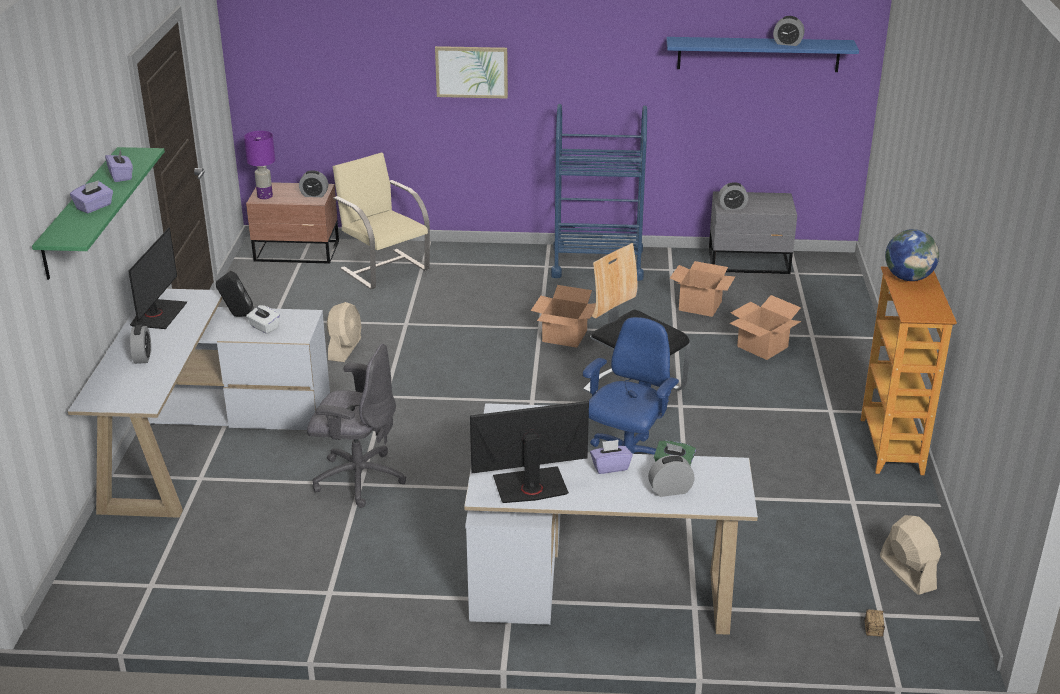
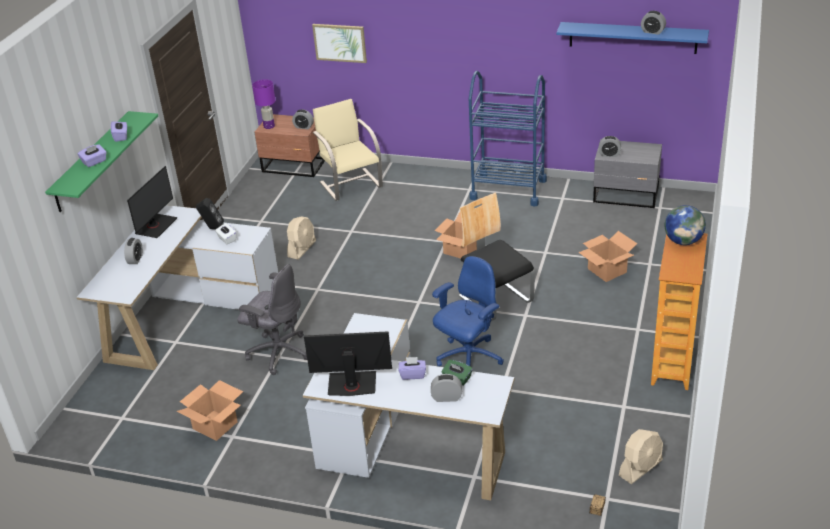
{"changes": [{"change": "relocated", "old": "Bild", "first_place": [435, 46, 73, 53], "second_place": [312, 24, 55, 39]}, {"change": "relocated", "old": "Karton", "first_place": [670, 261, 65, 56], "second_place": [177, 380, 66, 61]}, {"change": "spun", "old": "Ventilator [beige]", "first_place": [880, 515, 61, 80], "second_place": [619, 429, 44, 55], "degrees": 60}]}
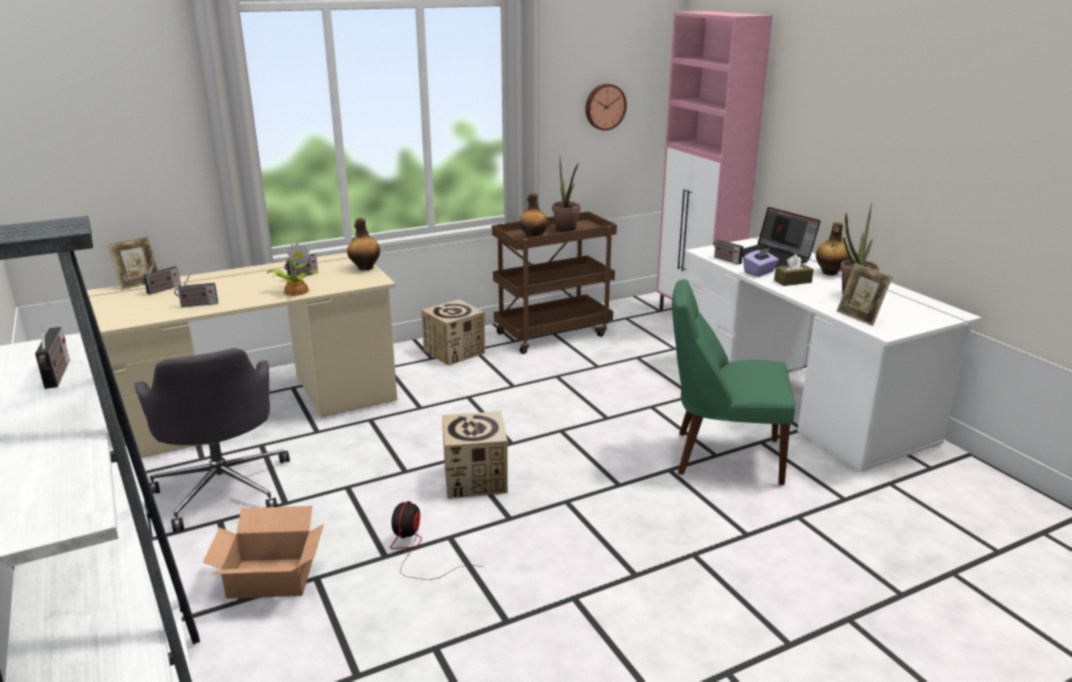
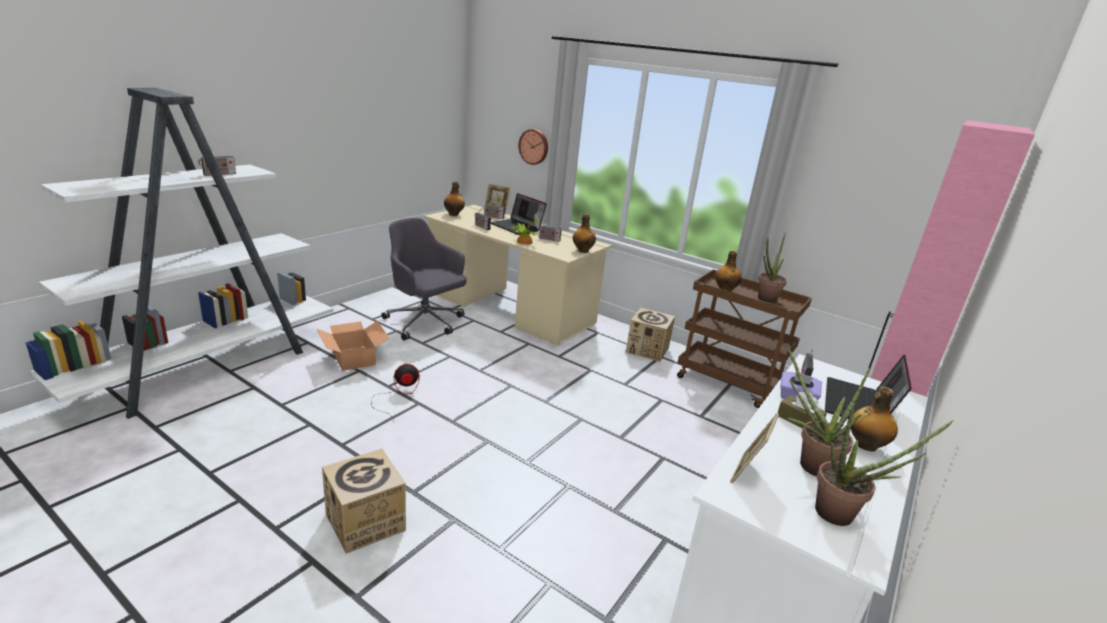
{"changes": [{"change": "missing", "old": "Stuhl [grün]", "first_place": [672, 279, 123, 206]}, {"change": "appeared", "new": "Flasche", "second_place": [444, 182, 21, 34]}, {"change": "appeared", "new": "Laptop", "second_place": [491, 193, 56, 42]}, {"change": "appeared", "new": "Topfpflanze", "second_place": [815, 403, 138, 123]}, {"change": "relocated", "old": "Karton", "first_place": [442, 411, 66, 88], "second_place": [322, 449, 84, 105]}, {"change": "relocated", "old": "Wanduhr", "first_place": [585, 84, 42, 47], "second_place": [518, 129, 30, 36]}, {"change": "spun", "old": "Bürostuhl [grau]", "first_place": [135, 348, 155, 184], "second_place": [381, 218, 86, 123], "degrees": 90}]}
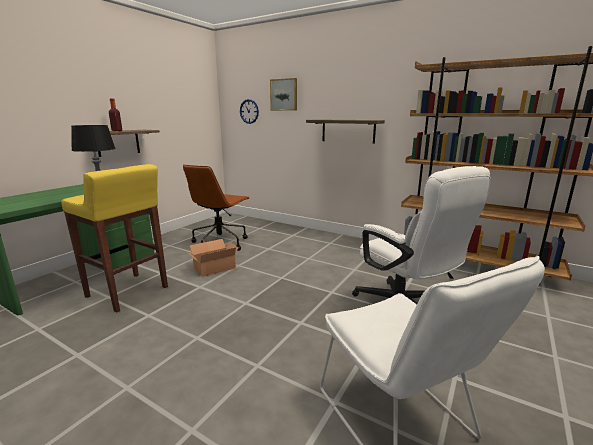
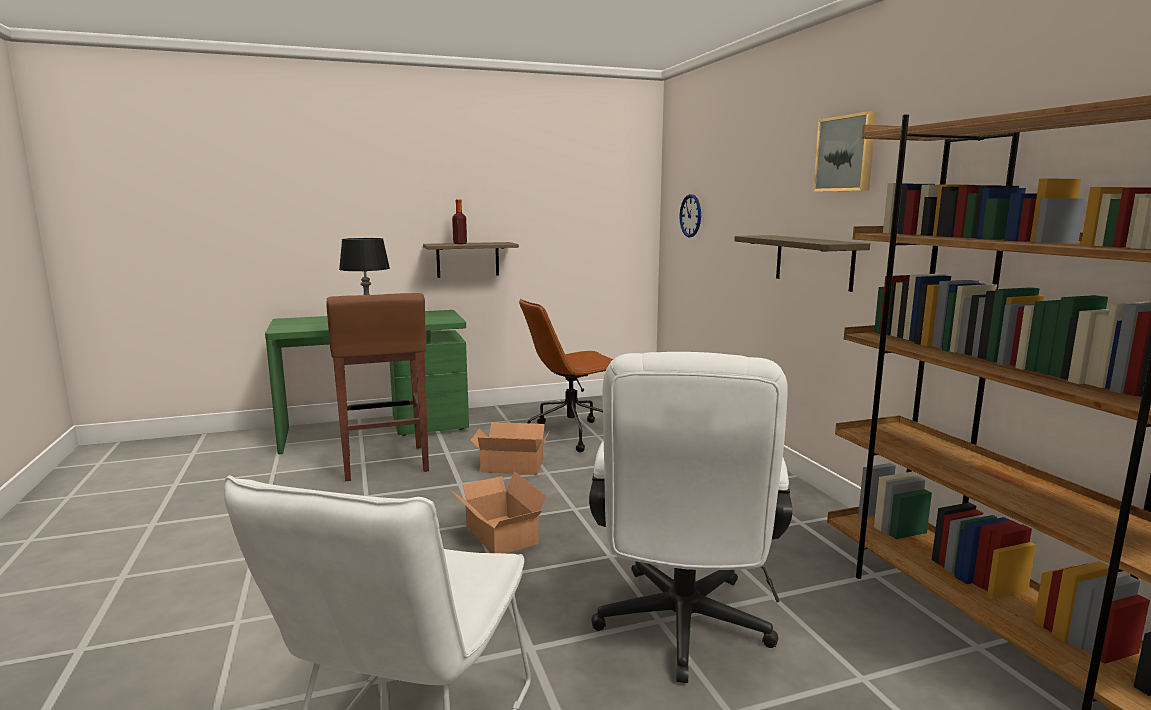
{"changes": [{"change": "appeared", "new": "Karton", "second_place": [452, 471, 94, 83]}, {"change": "relocated", "old": "Bild", "first_place": [270, 78, 27, 33], "second_place": [813, 111, 63, 81]}, {"change": "colour", "old": "Hocker [gelb]", "new": "Hocker [braun]", "first_place": [61, 164, 107, 149], "second_place": [326, 293, 103, 188]}]}
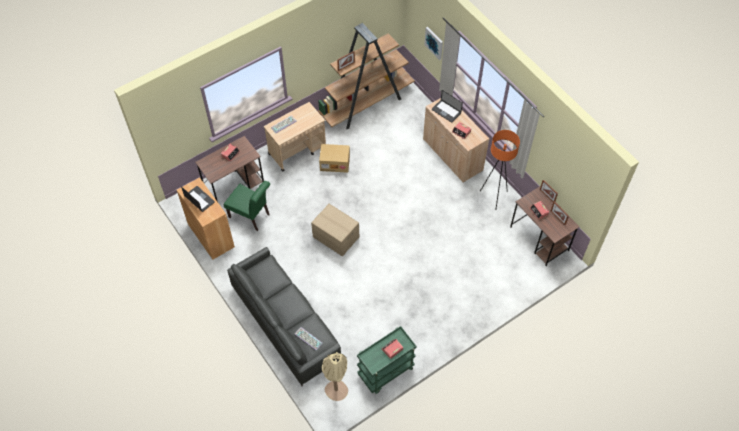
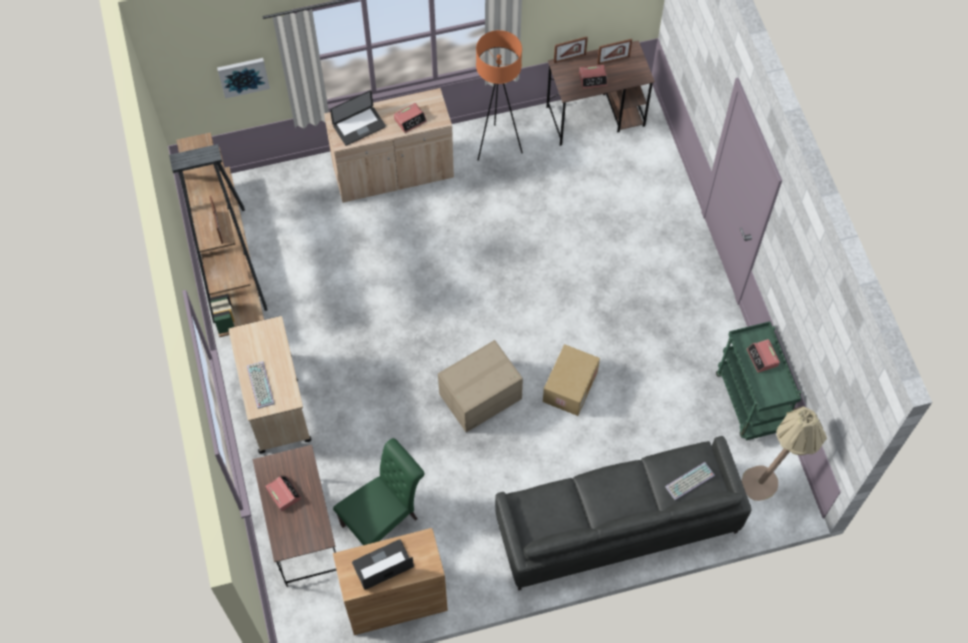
{"changes": [{"change": "relocated", "old": "Karton", "first_place": [319, 144, 31, 29], "second_place": [543, 344, 57, 72]}]}
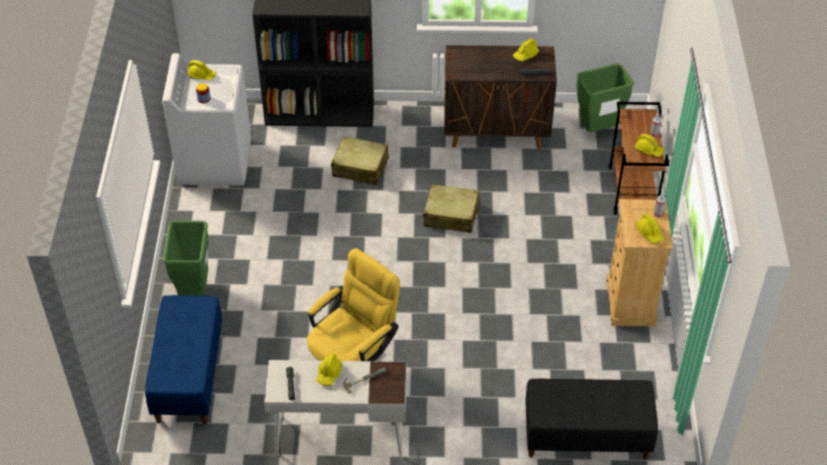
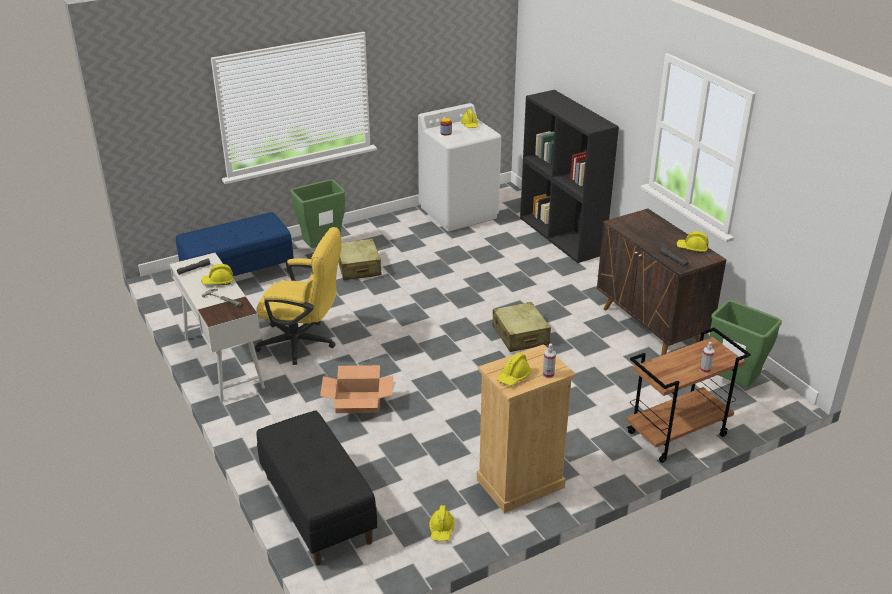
{"changes": [{"change": "appeared", "new": "Karton", "second_place": [320, 365, 73, 48]}, {"change": "relocated", "old": "Koffer [beige]", "first_place": [331, 136, 58, 49], "second_place": [338, 238, 44, 42]}, {"change": "relocated", "old": "Schutzhelm [gelb]", "first_place": [635, 134, 29, 23], "second_place": [429, 505, 26, 37]}]}
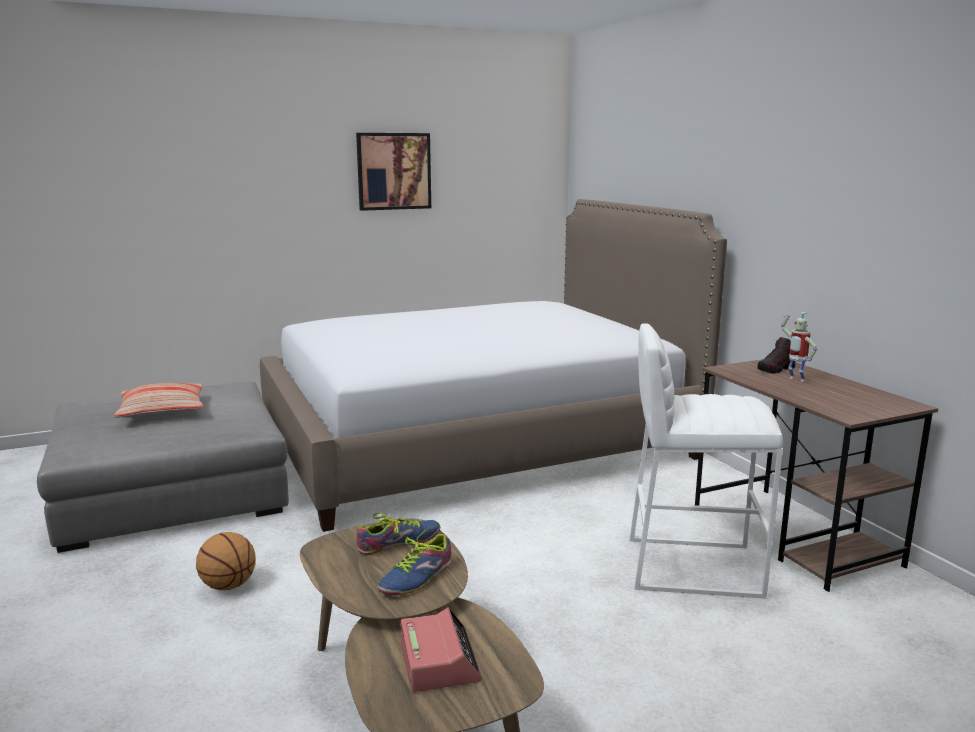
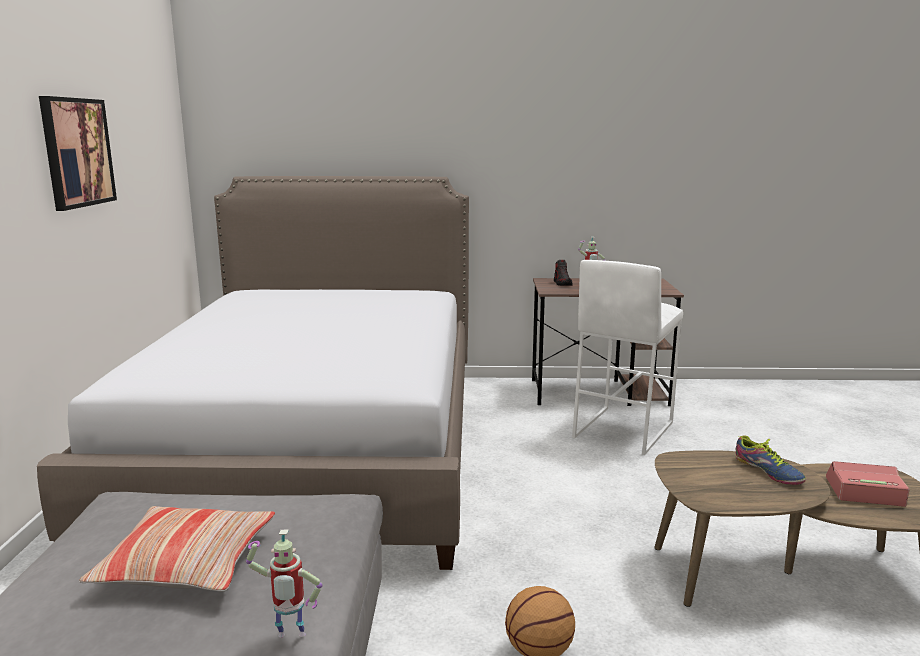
{"changes": [{"change": "missing", "old": "Schuh", "first_place": [356, 512, 84, 43]}, {"change": "appeared", "new": "Spielzeugroboter", "second_place": [246, 530, 76, 107]}]}
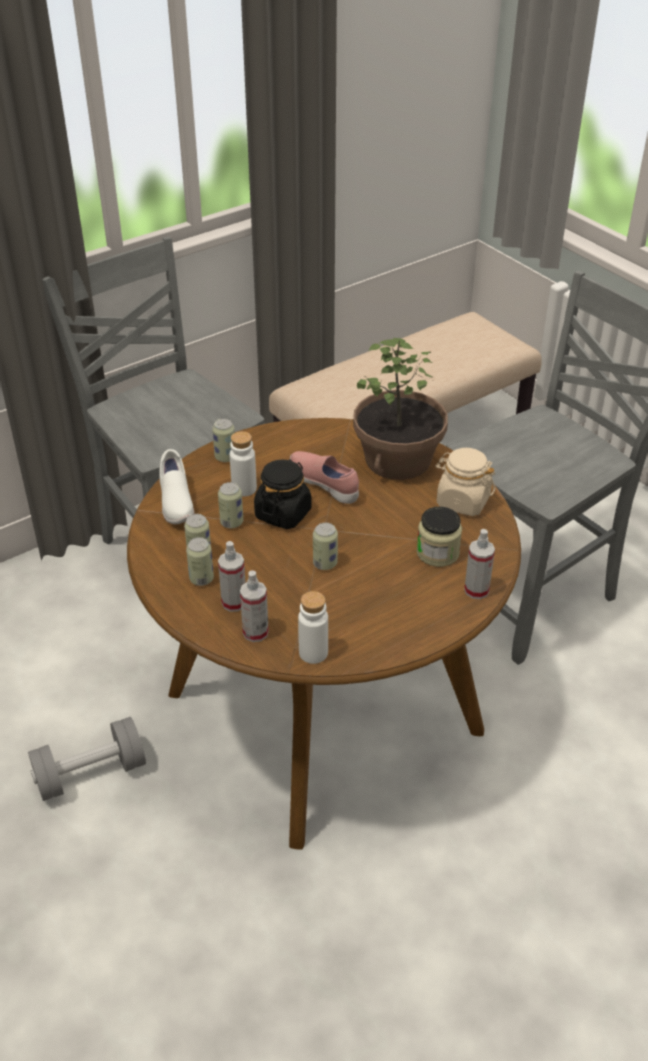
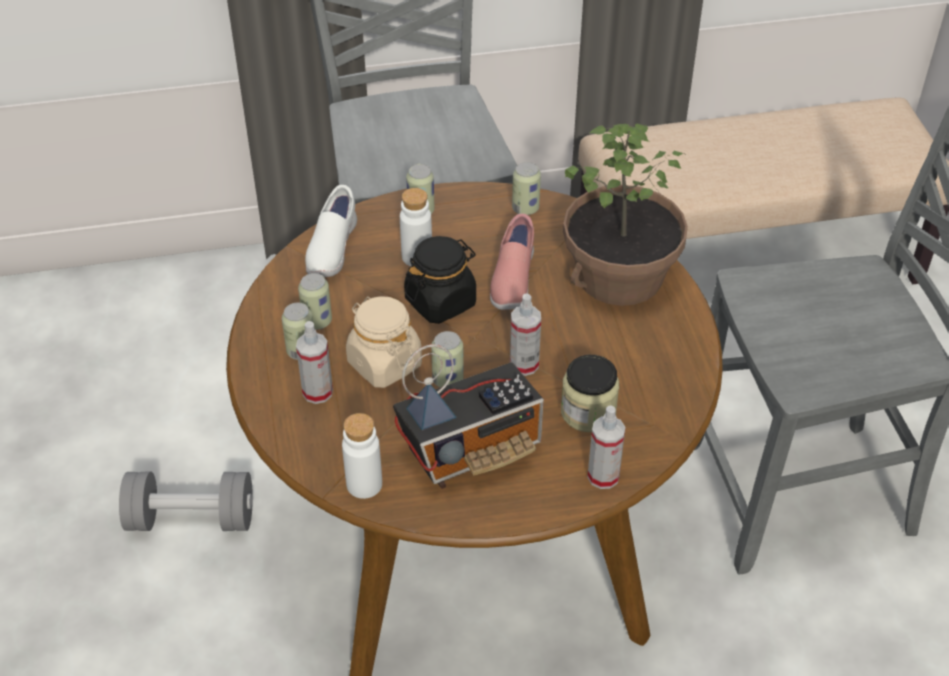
{"changes": [{"change": "appeared", "new": "Radio", "second_place": [393, 344, 151, 145]}, {"change": "relocated", "old": "Dose", "first_place": [218, 482, 25, 46], "second_place": [512, 162, 29, 53]}, {"change": "relocated", "old": "Sprühflasche", "first_place": [240, 571, 29, 71], "second_place": [510, 293, 31, 83]}, {"change": "relocated", "old": "Vorratsglas [beige]", "first_place": [436, 448, 59, 68], "second_place": [346, 296, 76, 92]}, {"change": "spun", "old": "Schuh [rosa]", "first_place": [290, 451, 69, 53], "second_place": [490, 214, 44, 96], "degrees": -150}]}
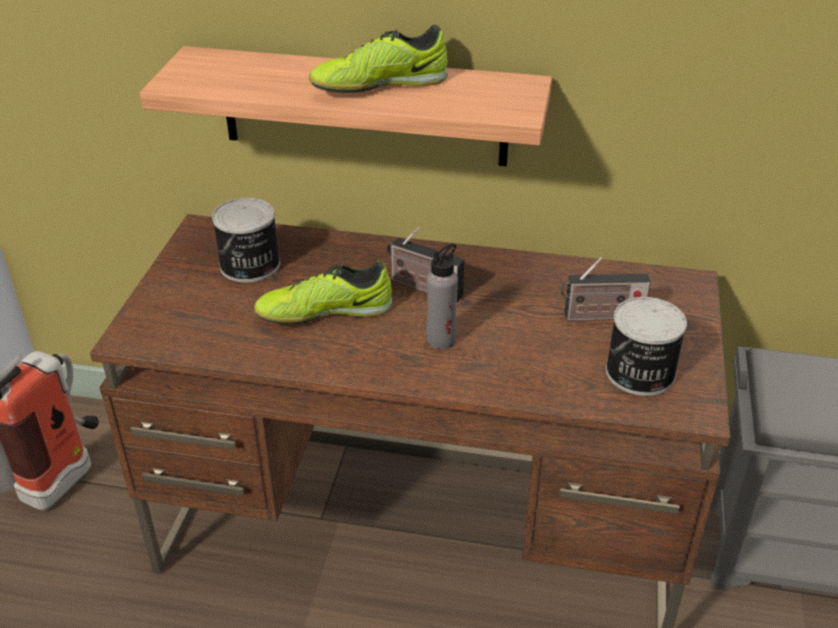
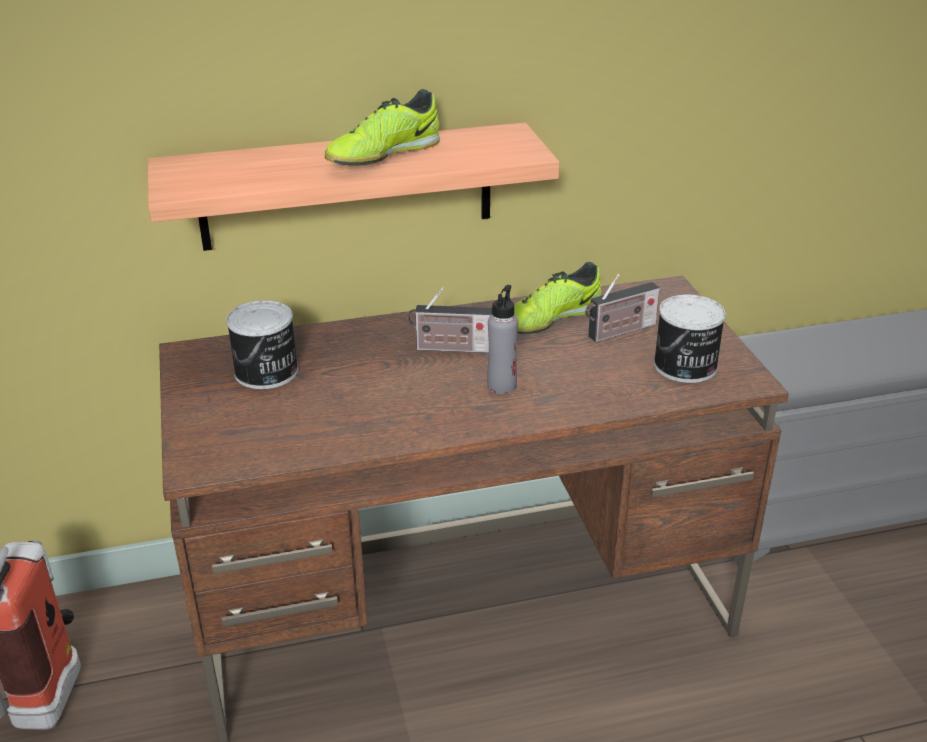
{"changes": [{"change": "relocated", "old": "Schuh", "first_place": [254, 261, 138, 63], "second_place": [514, 262, 87, 72]}]}
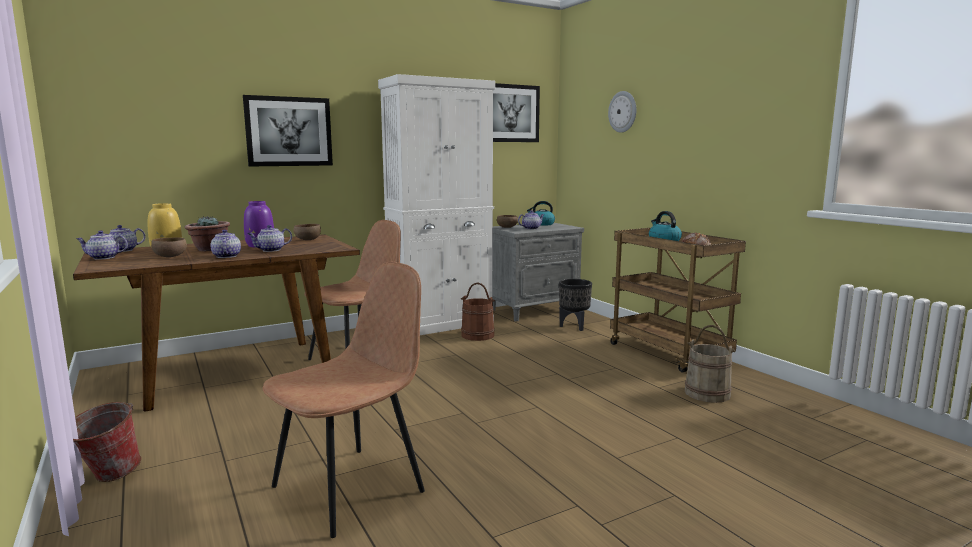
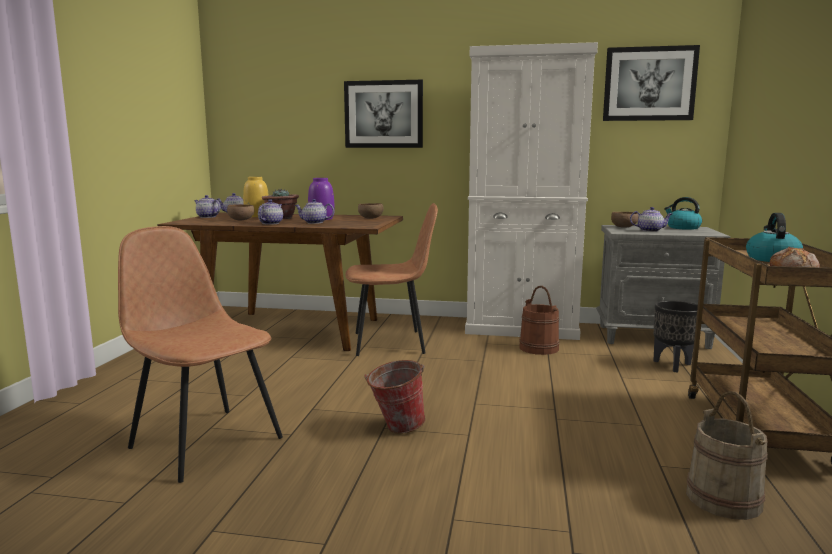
{"changes": [{"change": "missing", "old": "Wanduhr", "first_place": [608, 91, 28, 42]}, {"change": "relocated", "old": "Eimer", "first_place": [73, 402, 68, 80], "second_place": [365, 360, 61, 74]}, {"change": "spun", "old": "Stuhl [braun]", "first_place": [263, 262, 162, 276], "second_place": [118, 226, 165, 257], "degrees": -135}]}
